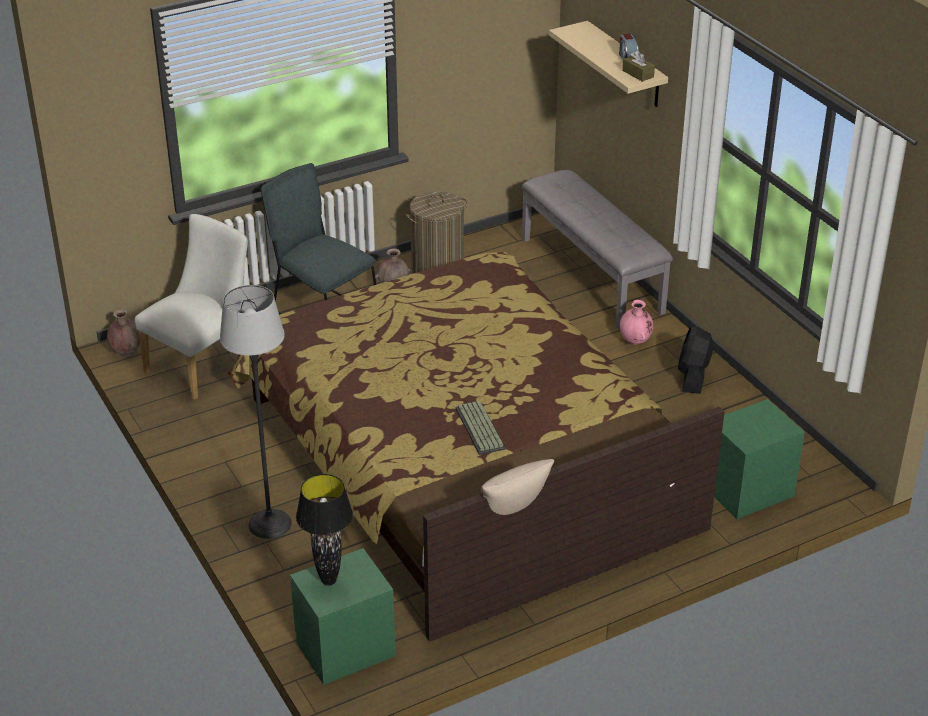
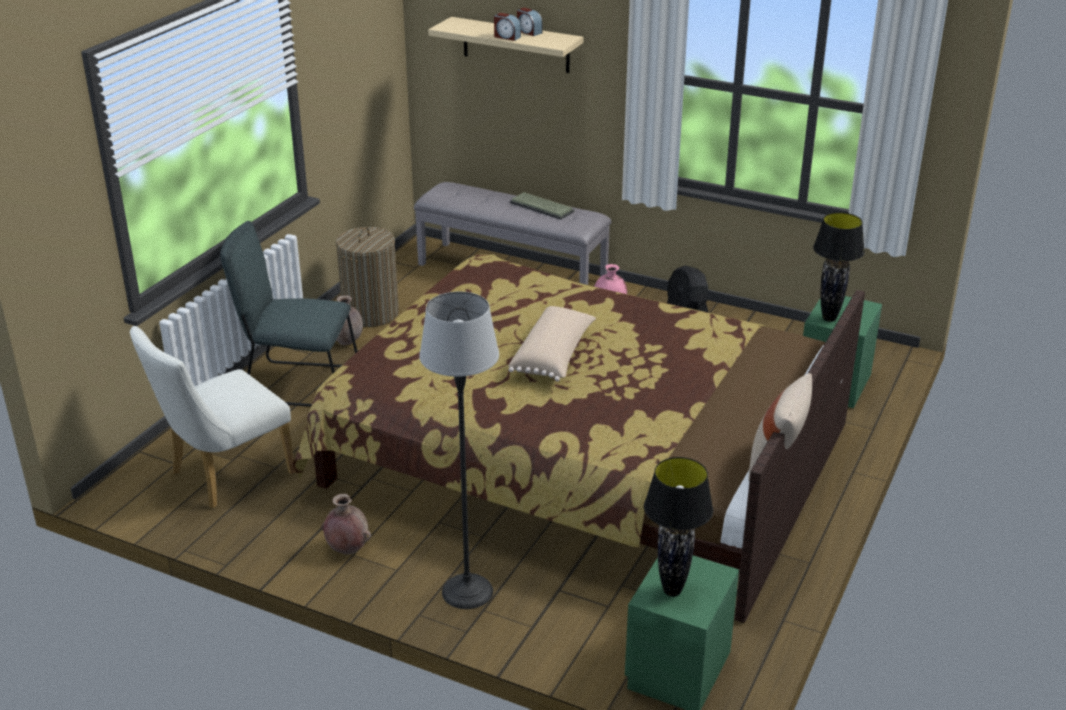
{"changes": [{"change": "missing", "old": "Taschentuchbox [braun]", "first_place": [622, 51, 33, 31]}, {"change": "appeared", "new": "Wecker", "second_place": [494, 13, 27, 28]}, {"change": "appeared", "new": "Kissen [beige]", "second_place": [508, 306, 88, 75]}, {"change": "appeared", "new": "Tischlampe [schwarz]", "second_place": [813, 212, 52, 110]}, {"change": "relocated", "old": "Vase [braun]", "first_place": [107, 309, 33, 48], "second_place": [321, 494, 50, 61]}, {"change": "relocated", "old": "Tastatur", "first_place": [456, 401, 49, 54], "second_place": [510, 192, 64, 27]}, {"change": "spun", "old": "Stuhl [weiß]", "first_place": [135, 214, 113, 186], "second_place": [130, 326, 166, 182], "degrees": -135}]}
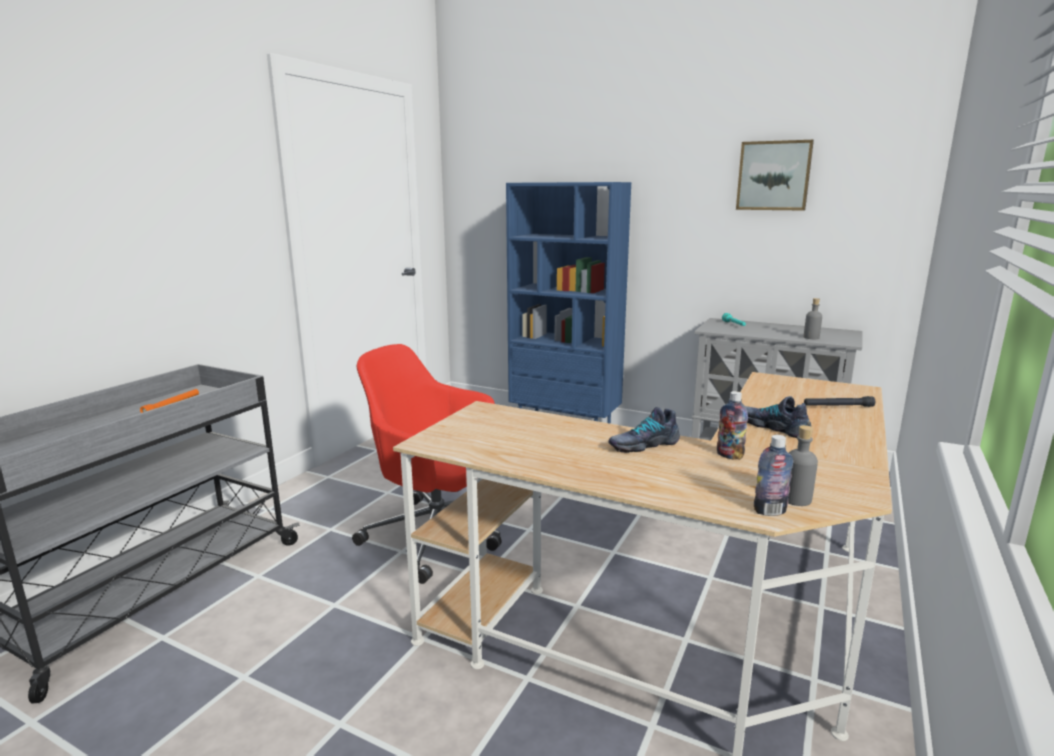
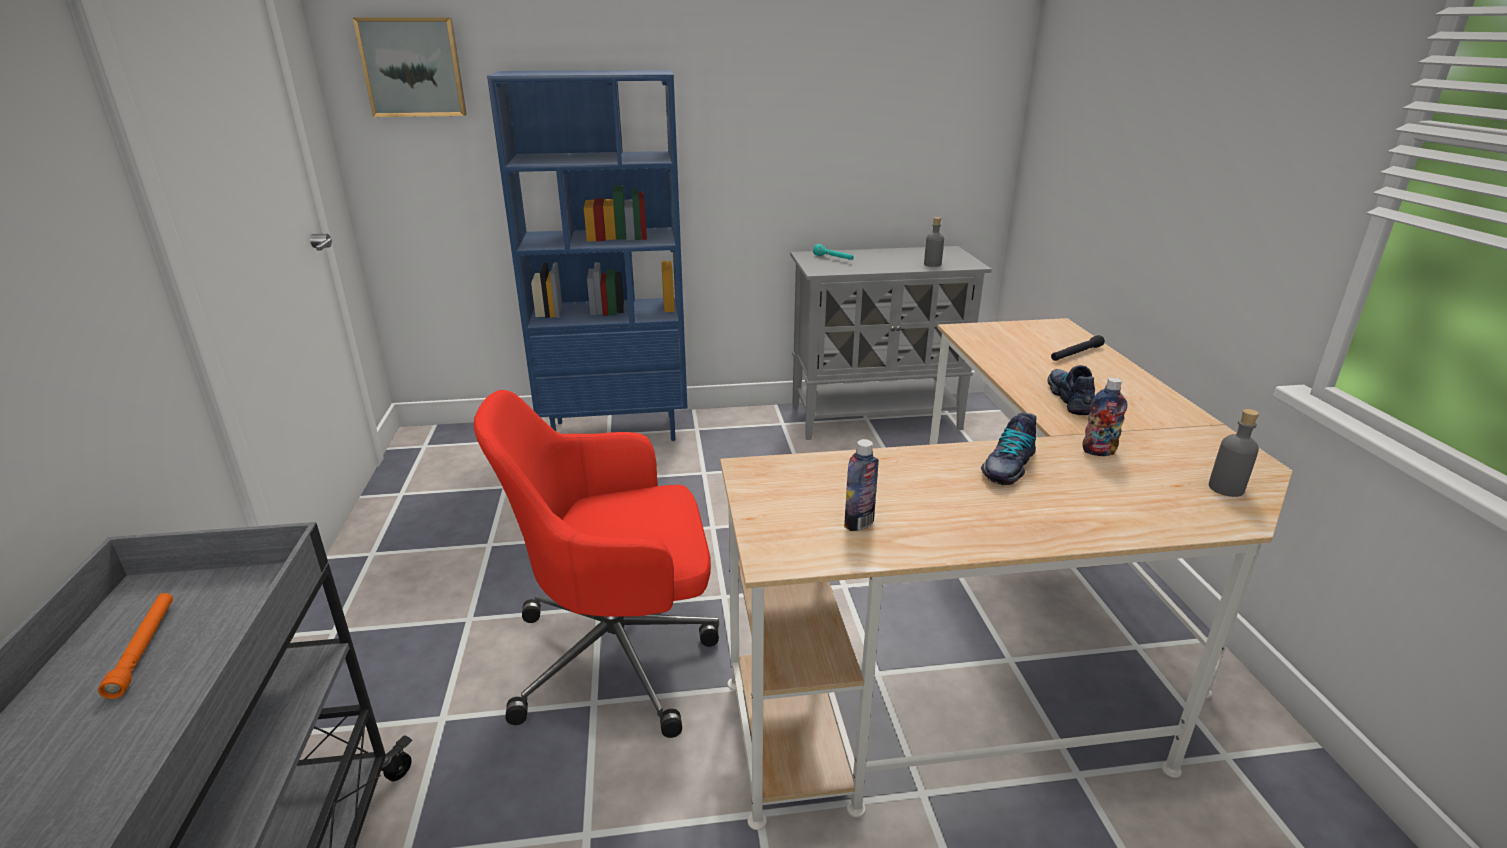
{"changes": [{"change": "relocated", "old": "Bild", "first_place": [736, 140, 78, 71], "second_place": [353, 17, 114, 100]}, {"change": "relocated", "old": "Flasche", "first_place": [754, 435, 39, 81], "second_place": [844, 439, 35, 92]}, {"change": "spun", "old": "Schuh", "first_place": [745, 396, 66, 42], "second_place": [1047, 365, 48, 50], "degrees": 75}]}
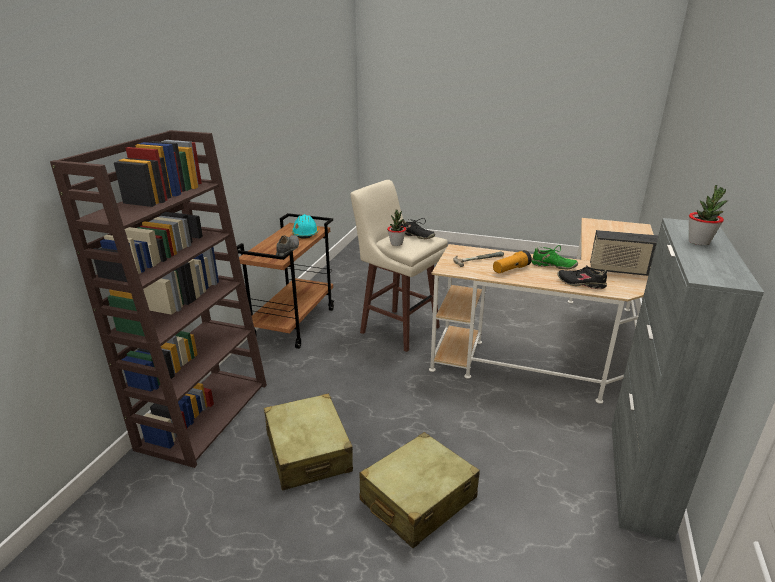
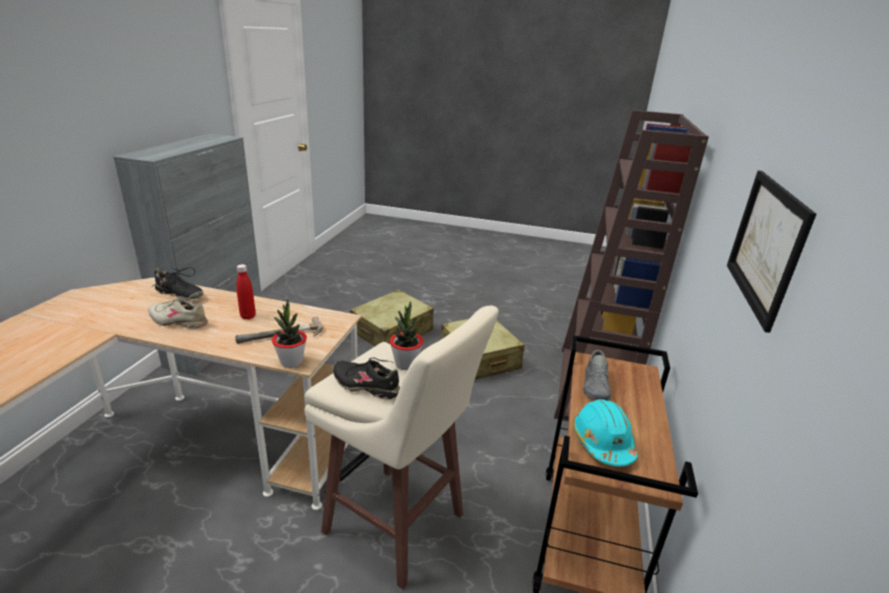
{"changes": [{"change": "missing", "old": "Radio", "first_place": [590, 230, 68, 46]}, {"change": "appeared", "new": "Bild", "second_place": [727, 171, 89, 162]}, {"change": "relocated", "old": "Topfpflanze", "first_place": [689, 185, 39, 60], "second_place": [272, 299, 35, 69]}, {"change": "exchanged", "old": "Taschenlampe", "new": "Flasche [rot]", "first_place": [493, 250, 39, 23], "second_place": [236, 264, 20, 56]}, {"change": "colour", "old": "Schuh [grün]", "new": "Schuh [beige]", "first_place": [531, 245, 47, 24], "second_place": [148, 297, 60, 32]}]}
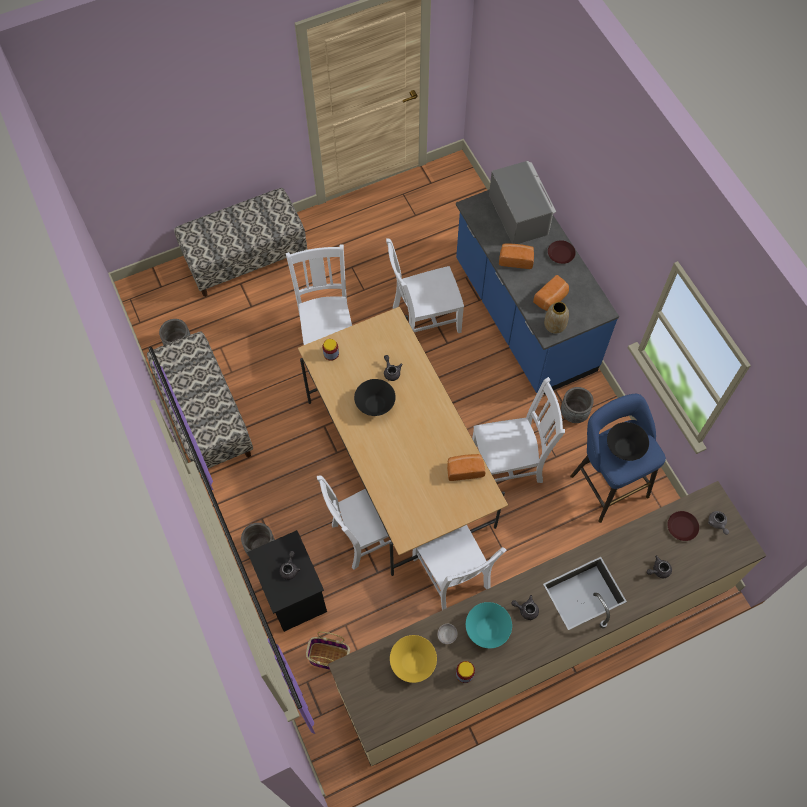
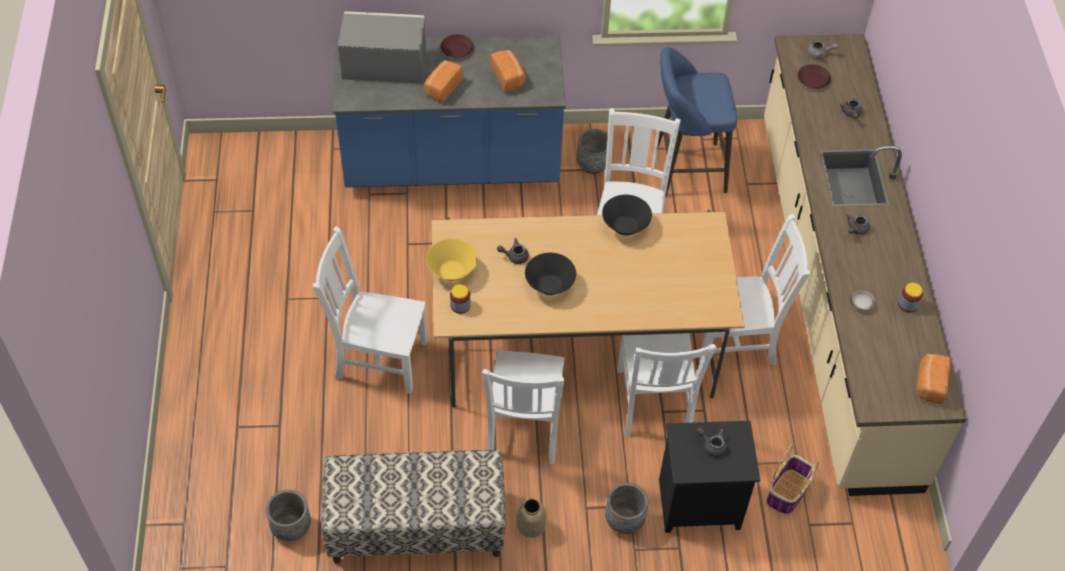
{"changes": [{"change": "missing", "old": "Bank", "first_place": [174, 188, 133, 109]}, {"change": "missing", "old": "Schüssel [türkis]", "first_place": [466, 602, 46, 46]}, {"change": "relocated", "old": "Stuhl [weiß]", "first_place": [386, 238, 78, 95], "second_place": [482, 351, 82, 113]}, {"change": "relocated", "old": "Schüssel [gelb]", "first_place": [390, 635, 47, 48], "second_place": [426, 239, 51, 42]}, {"change": "relocated", "old": "Brot", "first_place": [447, 454, 38, 27], "second_place": [917, 354, 34, 51]}, {"change": "relocated", "old": "Vase", "first_place": [544, 302, 25, 32], "second_place": [517, 499, 29, 39]}, {"change": "relocated", "old": "Schüssel [schwarz]", "first_place": [607, 422, 42, 39], "second_place": [602, 195, 50, 41]}]}
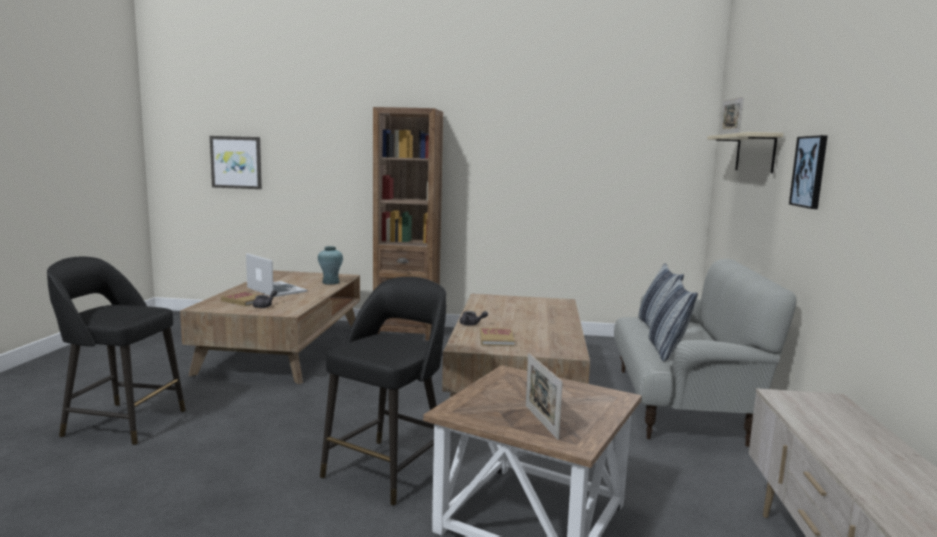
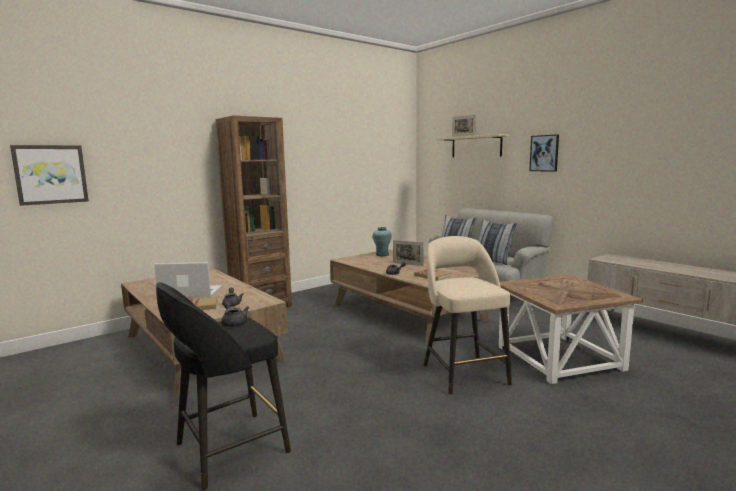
{"changes": [{"change": "appeared", "new": "Teekanne [grau]", "second_place": [221, 300, 28, 27]}, {"change": "relocated", "old": "Vase [türkis]", "first_place": [318, 246, 25, 39], "second_place": [373, 227, 19, 29]}, {"change": "relocated", "old": "Bilderrahmen", "first_place": [526, 353, 37, 87], "second_place": [393, 240, 31, 26]}, {"change": "colour", "old": "Hocker [schwarz]", "new": "Hocker [beige]", "first_place": [320, 277, 126, 229], "second_place": [423, 236, 89, 159]}]}
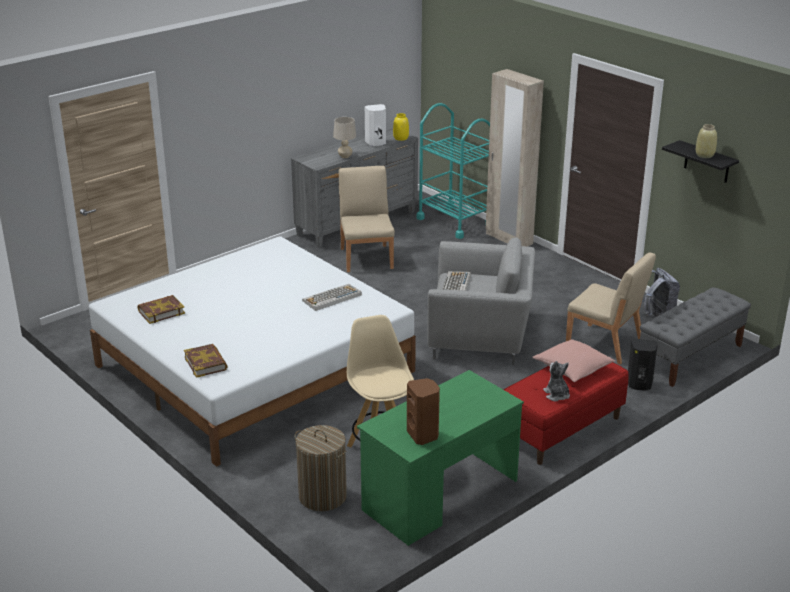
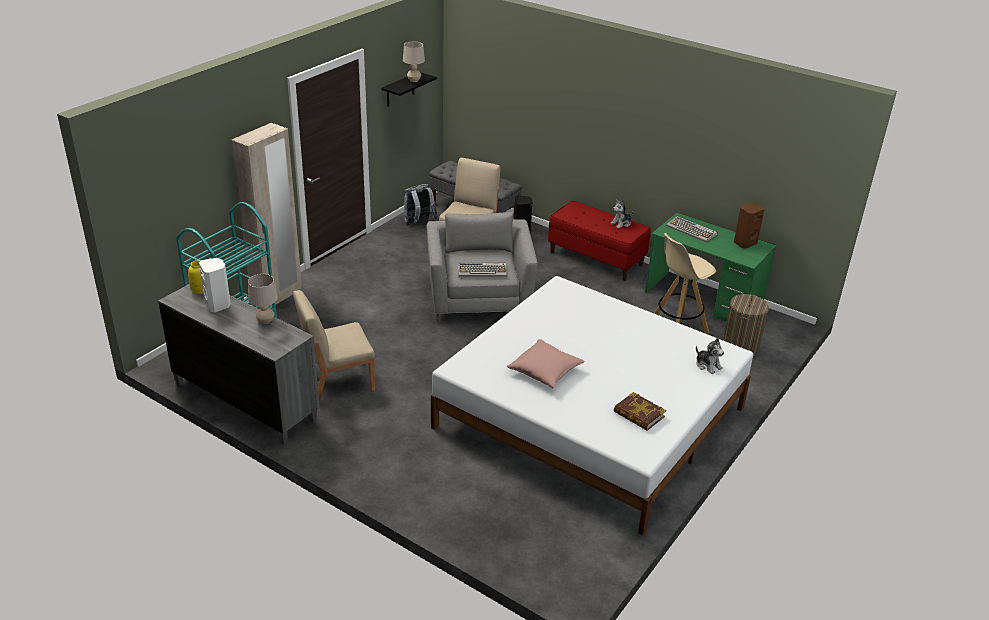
{"changes": [{"change": "relocated", "old": "Tastatur", "first_place": [302, 284, 60, 27], "second_place": [666, 216, 51, 26]}, {"change": "relocated", "old": "Kissen [rosa]", "first_place": [532, 340, 83, 42], "second_place": [507, 339, 78, 49]}, {"change": "exchanged", "old": "Buch", "new": "Plüschtier", "first_place": [184, 344, 44, 34], "second_place": [696, 338, 28, 36]}, {"change": "exchanged", "old": "Vase [beige]", "new": "Tischlampe [beige]", "first_place": [696, 124, 21, 34], "second_place": [403, 41, 22, 41]}]}
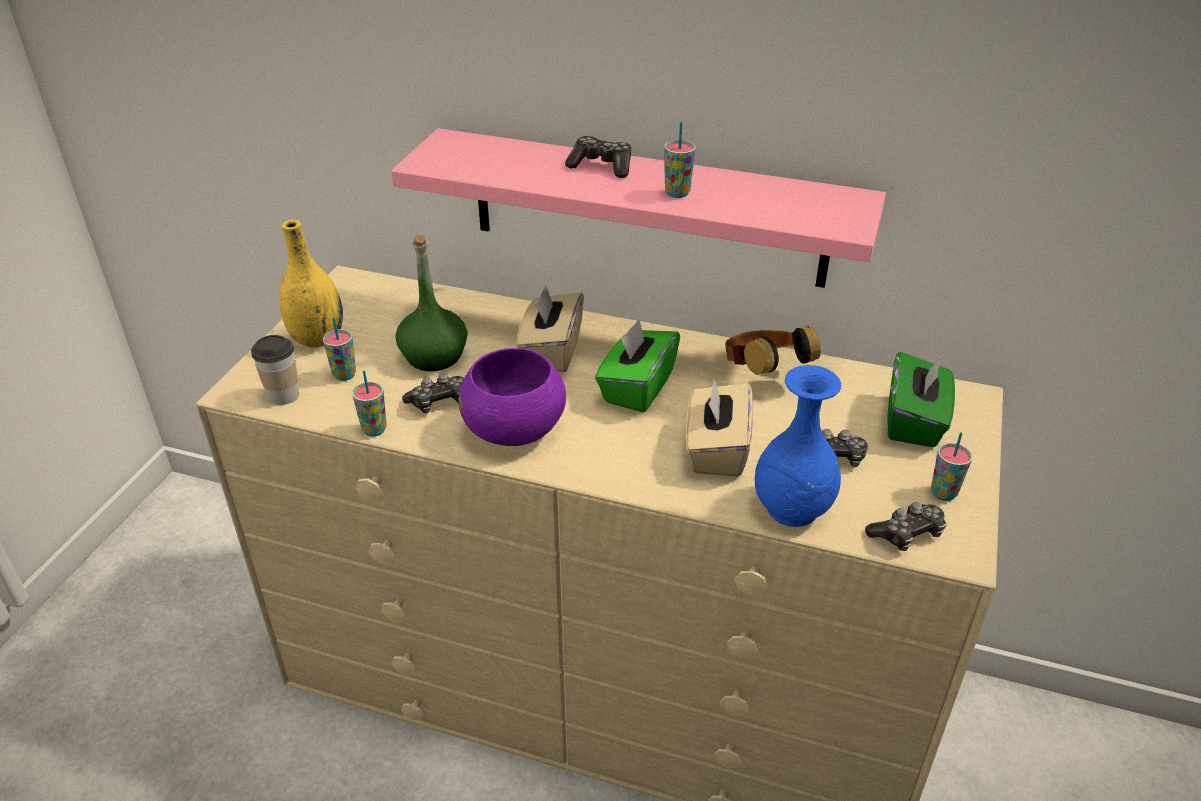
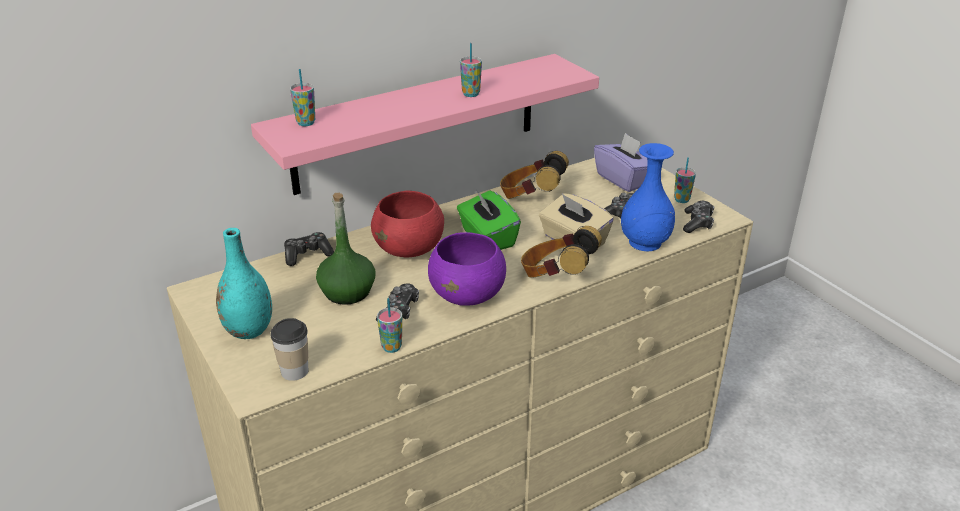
{"changes": [{"change": "appeared", "new": "Kopfhörer", "second_place": [521, 226, 81, 52]}, {"change": "relocated", "old": "Tasse", "first_place": [323, 317, 33, 64], "second_place": [290, 69, 25, 57]}, {"change": "relocated", "old": "Gamepad", "first_place": [565, 136, 66, 42], "second_place": [284, 232, 50, 34]}, {"change": "exchanged", "old": "Taschentuchbox [beige]", "new": "Schüssel [rot]", "first_place": [516, 285, 68, 87], "second_place": [371, 191, 73, 66]}, {"change": "colour", "old": "Vase [gelb]", "new": "Vase [türkis]", "first_place": [279, 220, 64, 128], "second_place": [216, 228, 56, 111]}, {"change": "colour", "old": "Taschentuchbox [grün]", "new": "Taschentuchbox [lila]", "first_place": [888, 352, 67, 95], "second_place": [594, 133, 54, 59]}]}
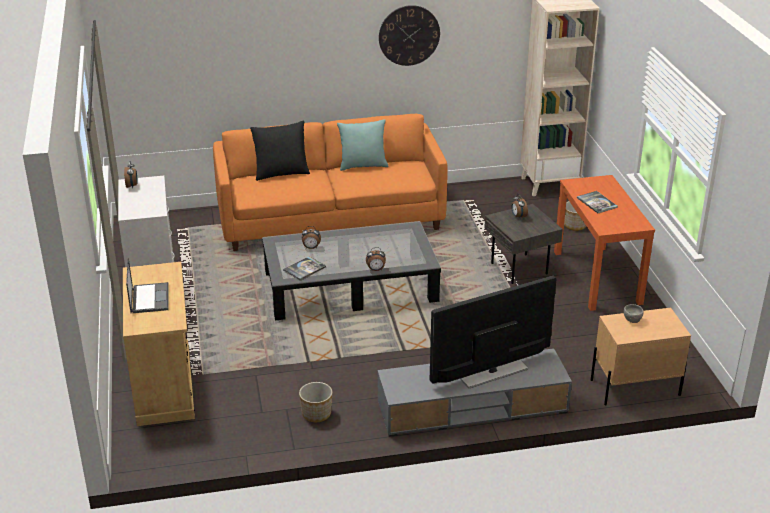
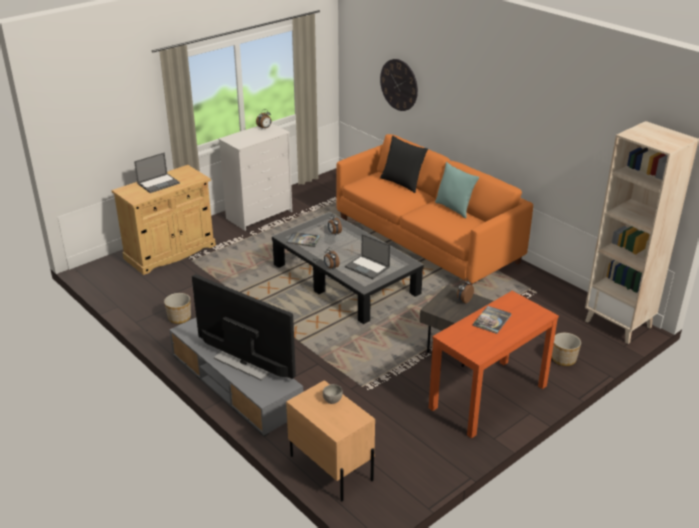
{"changes": [{"change": "appeared", "new": "Laptop", "second_place": [345, 234, 45, 45]}, {"change": "relocated", "old": "Wanduhr", "first_place": [379, 5, 61, 61], "second_place": [380, 59, 38, 52]}]}
